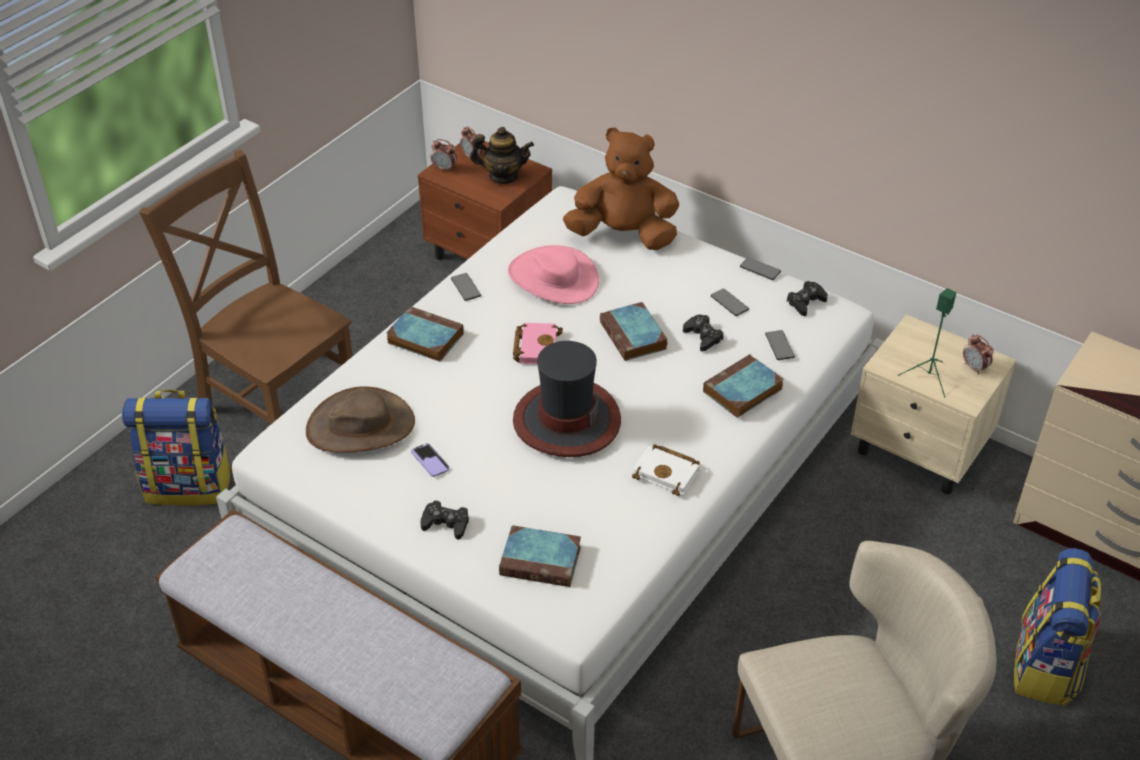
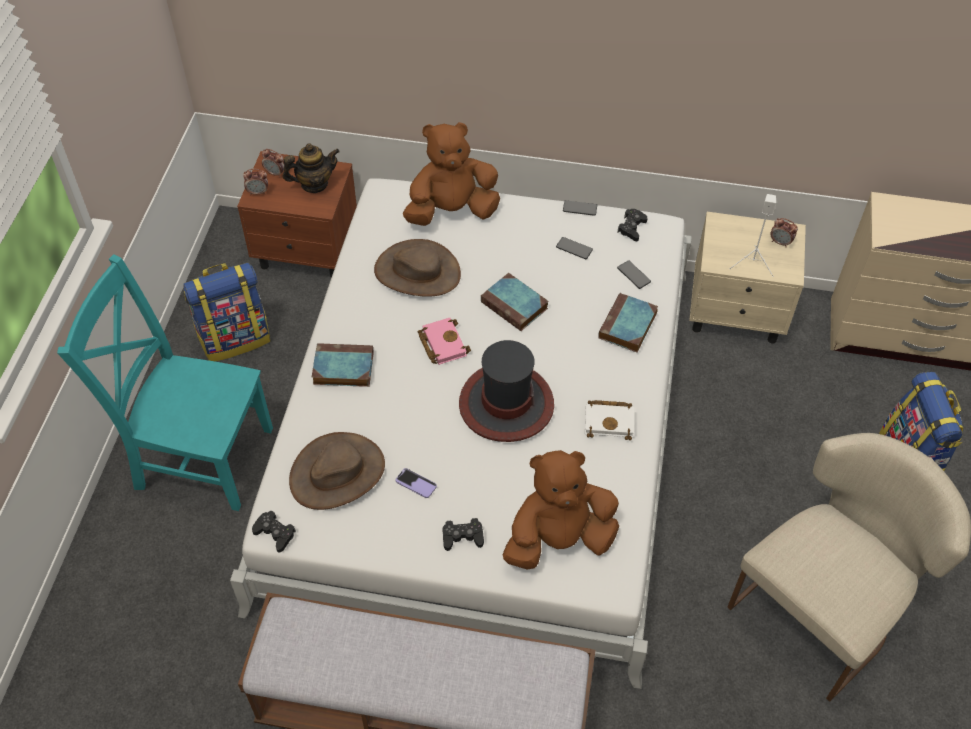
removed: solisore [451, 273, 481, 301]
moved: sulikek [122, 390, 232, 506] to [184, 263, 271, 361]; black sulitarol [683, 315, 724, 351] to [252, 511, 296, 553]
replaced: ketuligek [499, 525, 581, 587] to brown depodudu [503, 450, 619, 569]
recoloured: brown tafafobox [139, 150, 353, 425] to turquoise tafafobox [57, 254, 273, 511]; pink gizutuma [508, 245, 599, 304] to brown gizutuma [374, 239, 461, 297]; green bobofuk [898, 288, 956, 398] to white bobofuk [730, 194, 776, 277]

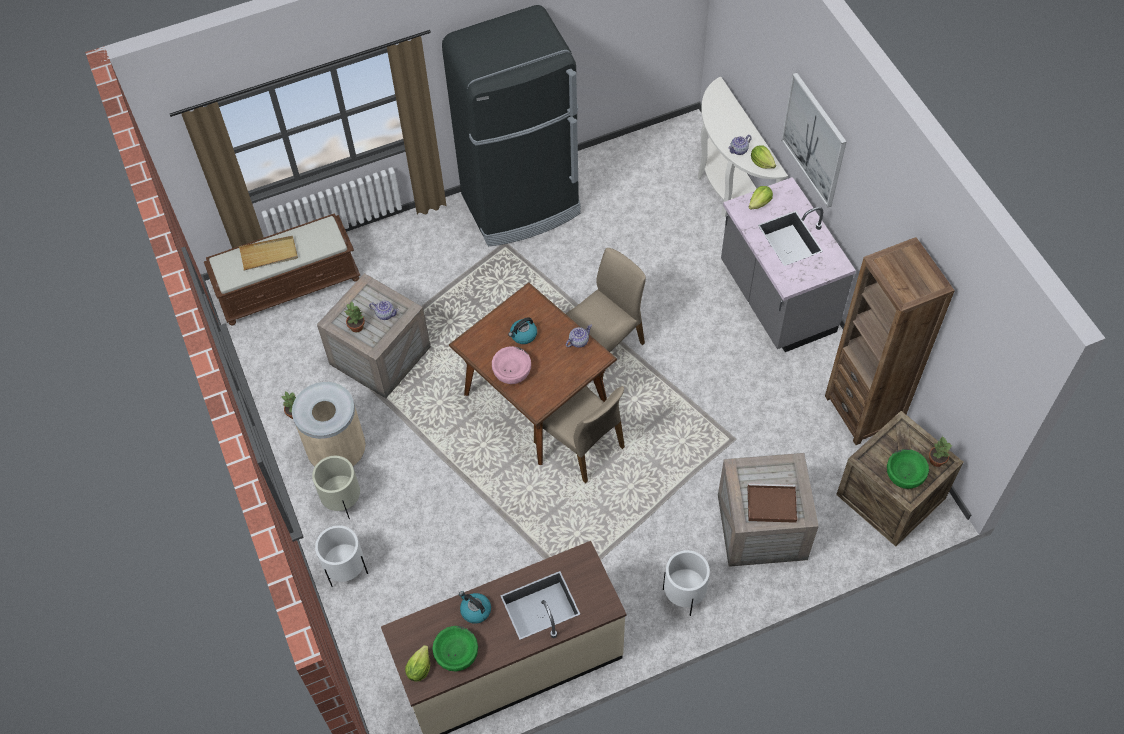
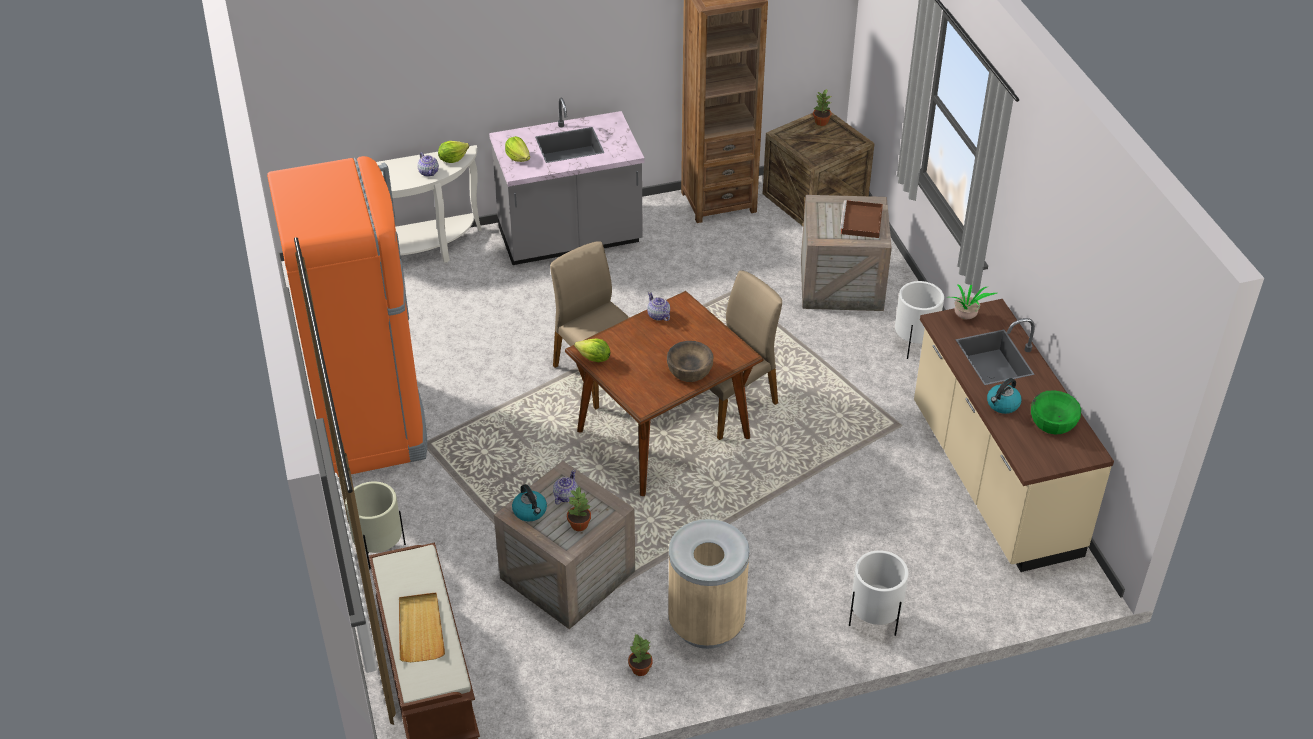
removed: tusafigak [781, 73, 847, 208]; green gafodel [887, 449, 929, 489]
added: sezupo [949, 284, 997, 319]
moved: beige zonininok [312, 456, 360, 519] to [345, 482, 406, 569]; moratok [405, 645, 430, 682] to [574, 338, 611, 362]; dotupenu [508, 317, 537, 344] to [512, 484, 547, 522]
recoloured: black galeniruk [442, 5, 581, 246] to orange galeniruk [267, 156, 427, 477]; pink gafodel [492, 346, 531, 384] to brown gafodel [667, 341, 713, 382]

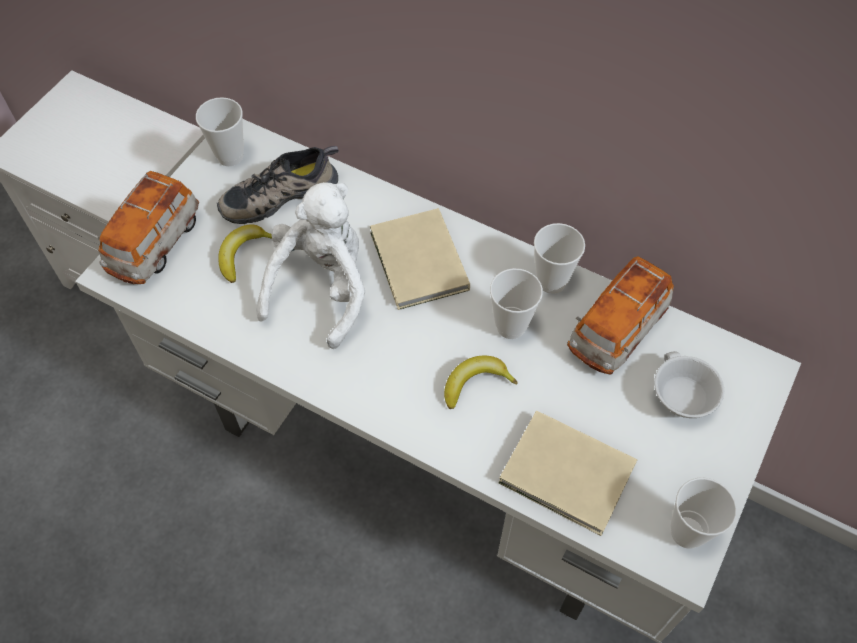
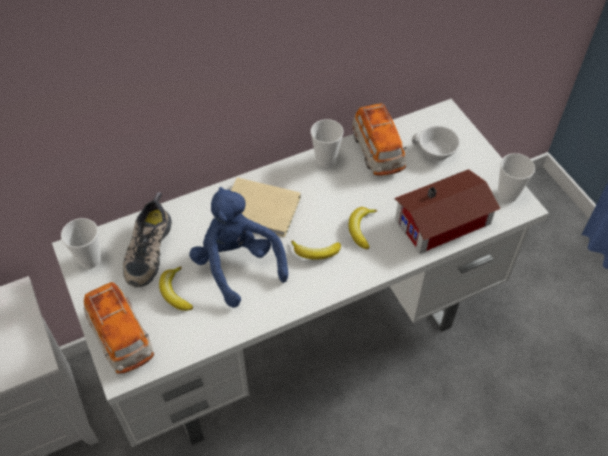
removed: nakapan [490, 268, 543, 339]
added: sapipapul [291, 240, 341, 260]
replaced: beige ketuligek [498, 410, 637, 536] to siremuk [394, 169, 501, 254]
recoloured: white depodudu [257, 182, 365, 349] to blue depodudu [189, 187, 288, 308]

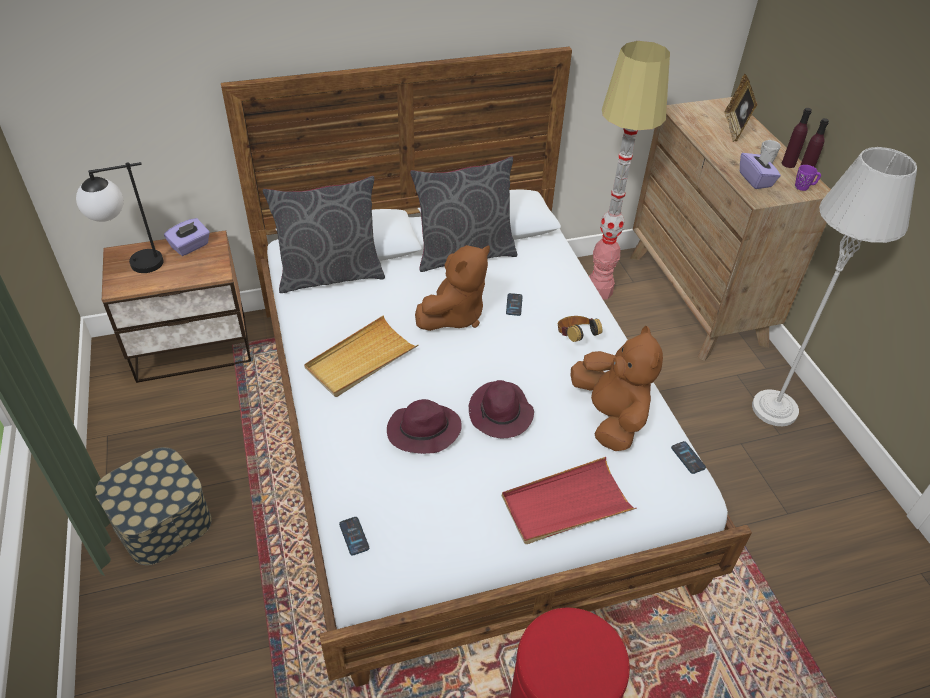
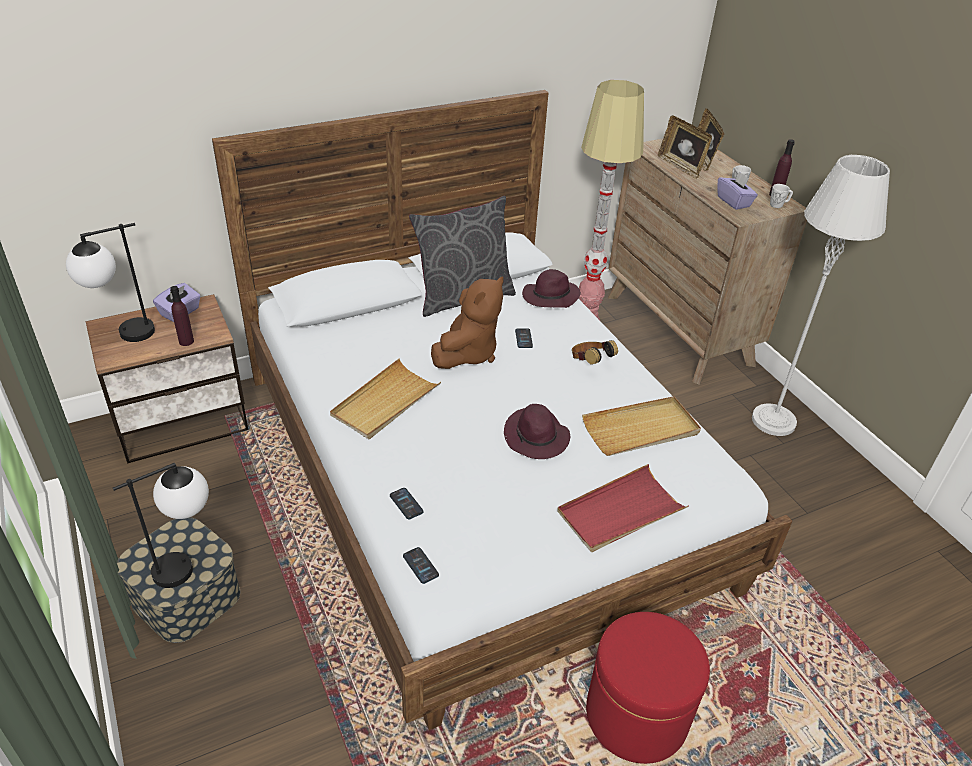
removed: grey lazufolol [262, 176, 385, 293]
added: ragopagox [113, 463, 209, 588]; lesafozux [658, 115, 712, 179]
moved: purple gizutuma [387, 399, 462, 454] to [522, 269, 581, 308]; solisore [671, 441, 706, 474] to [390, 488, 424, 519]; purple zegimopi [782, 108, 812, 168] to [170, 286, 194, 346]
replaced: brown depodudu [571, 325, 663, 451] to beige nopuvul [582, 396, 701, 456]
recoloured: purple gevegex [795, 165, 821, 191] to white gevegex [770, 184, 793, 208]

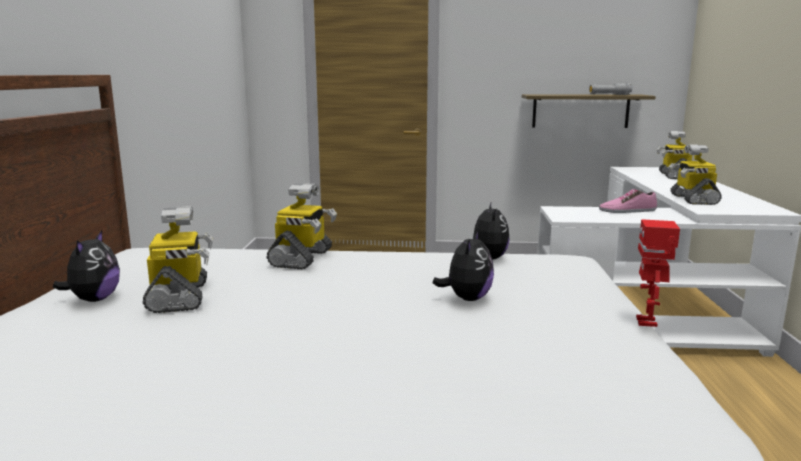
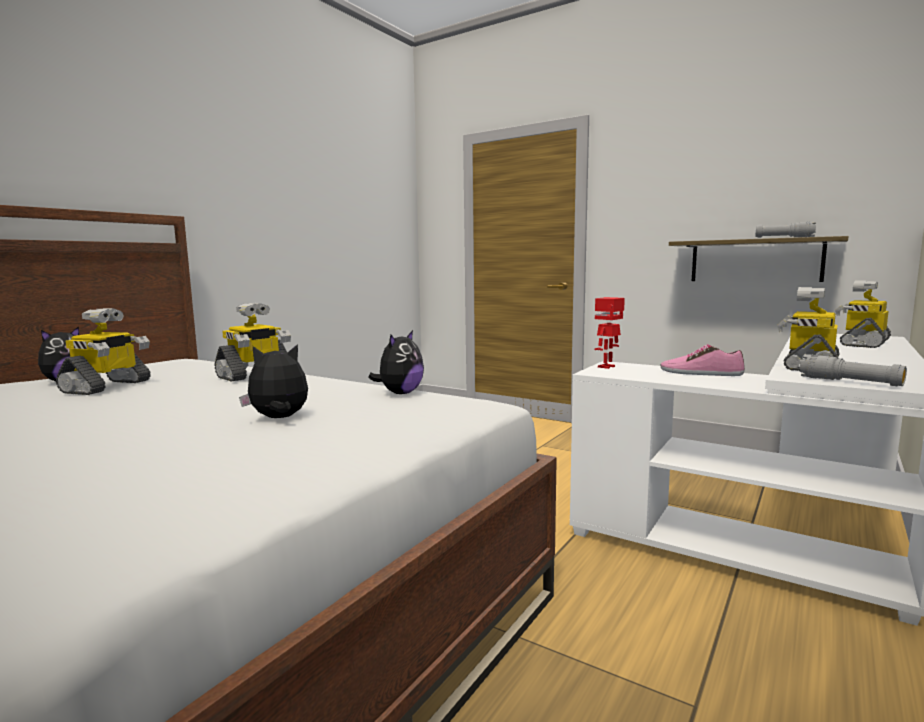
added: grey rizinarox [800, 354, 907, 386]
moved: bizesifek [636, 219, 680, 327] to [594, 297, 625, 369]
turned: depodudu [433, 230, 494, 301] = [239, 344, 308, 418] 150 degrees counterclockwise

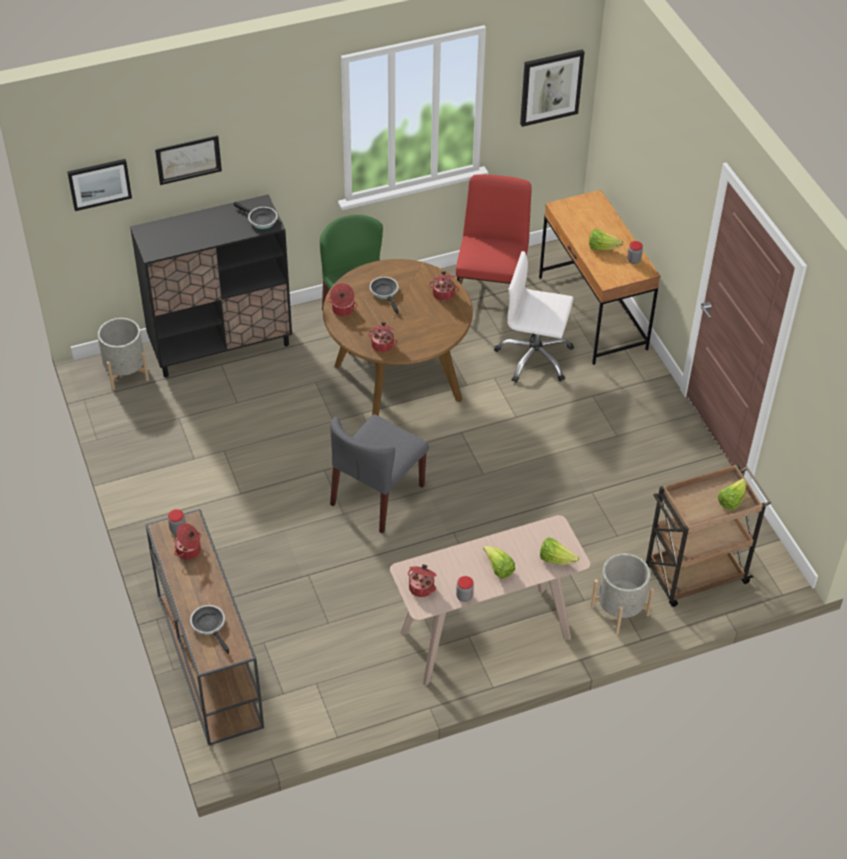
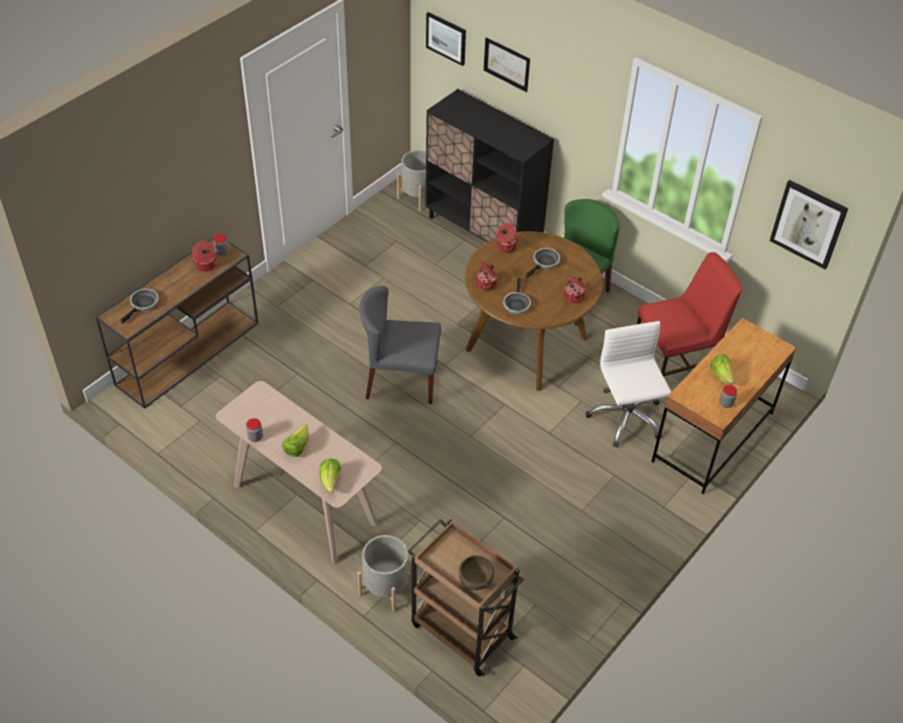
removed: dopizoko [408, 564, 437, 597]
moved: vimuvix [234, 202, 278, 229] to [503, 278, 531, 314]
replaced: moratok [717, 478, 746, 510] to brown gafodel [459, 555, 494, 590]

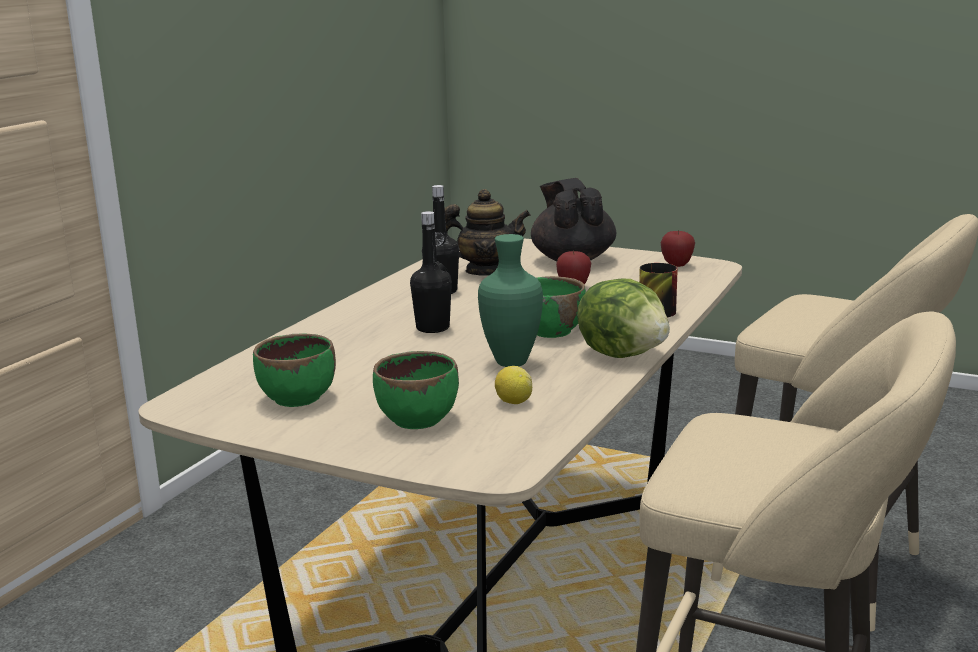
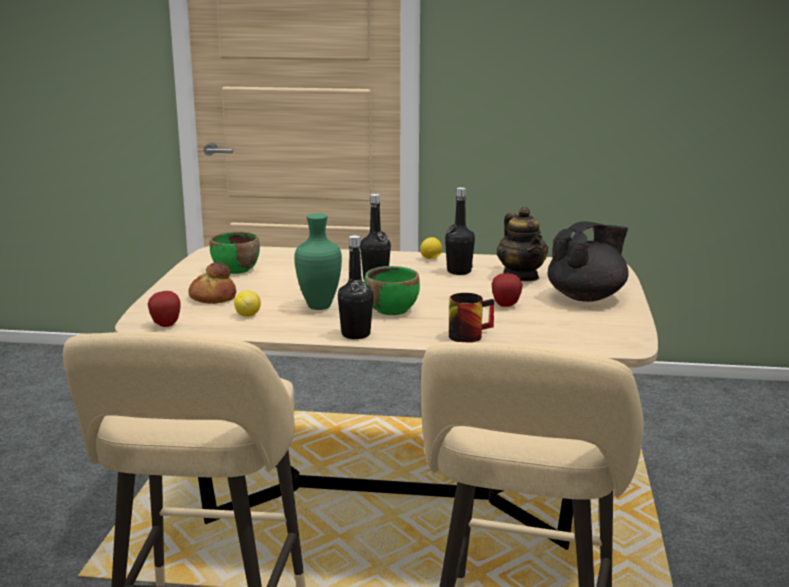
added: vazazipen [420, 237, 442, 259]
moved: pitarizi [661, 230, 695, 267] to [148, 291, 181, 327]
replaced: green gafodel [373, 351, 459, 429] to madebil [189, 262, 236, 304]; moratok [577, 278, 670, 358] to black zegimopi [338, 235, 373, 339]

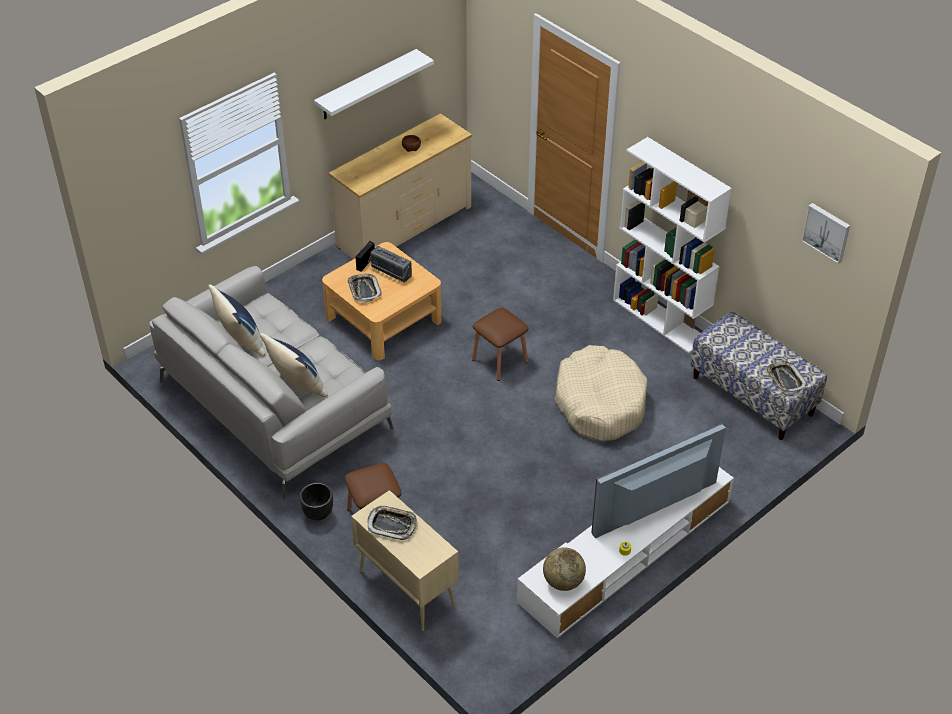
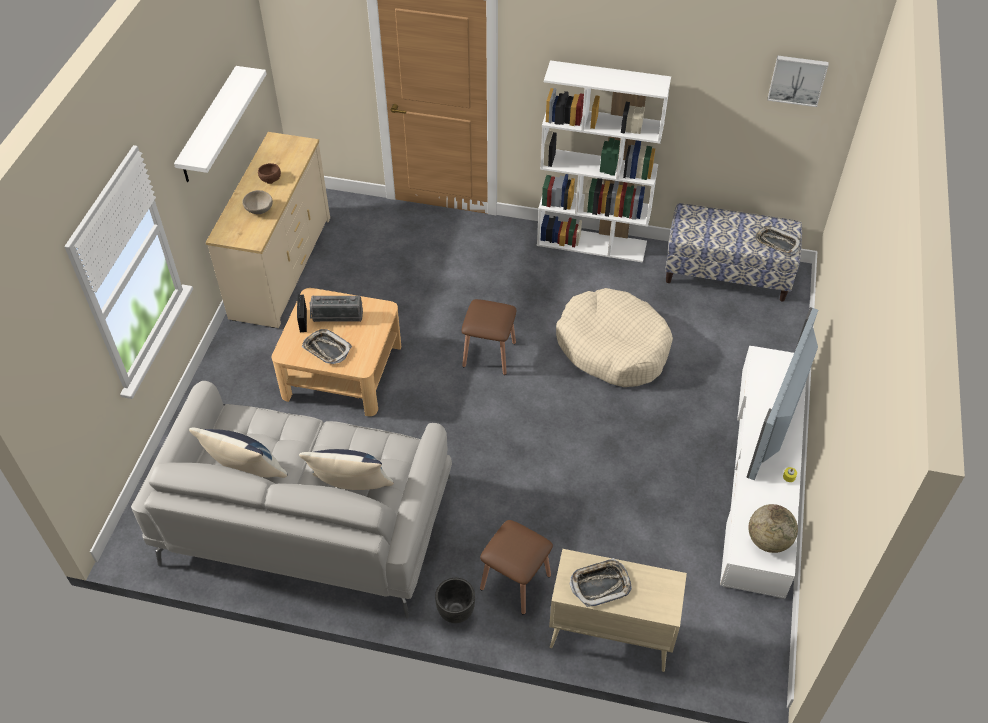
added: beige gafodel [242, 190, 273, 214]

